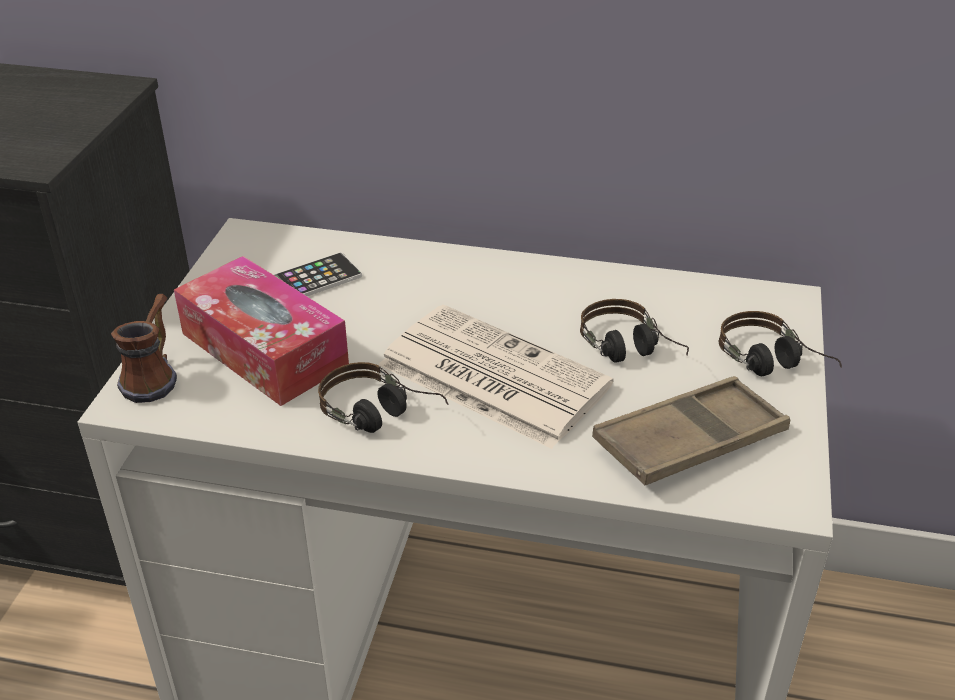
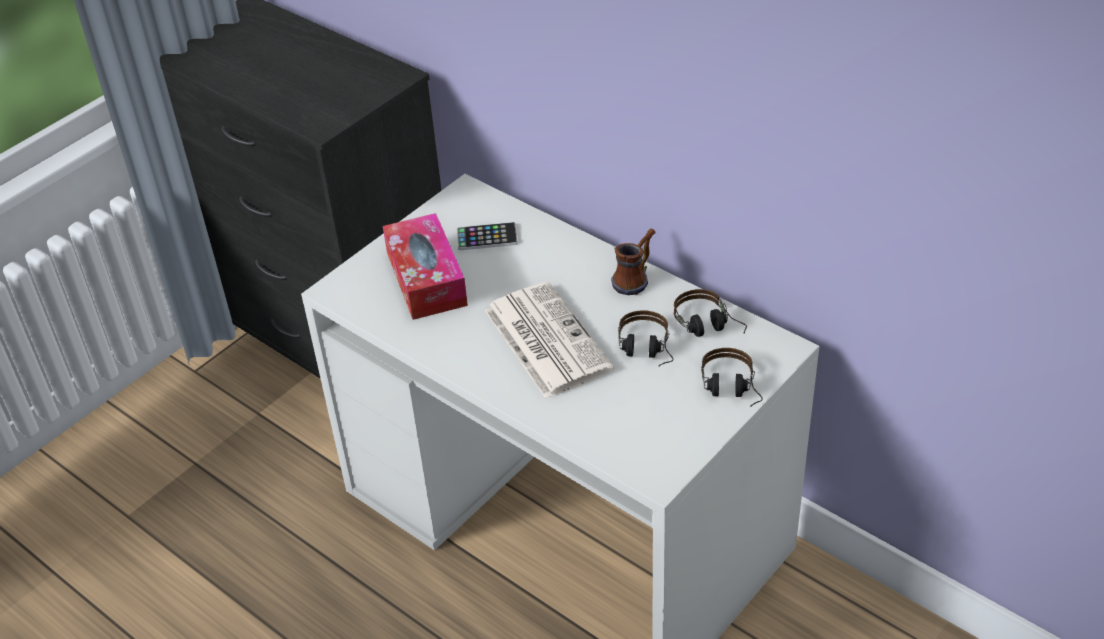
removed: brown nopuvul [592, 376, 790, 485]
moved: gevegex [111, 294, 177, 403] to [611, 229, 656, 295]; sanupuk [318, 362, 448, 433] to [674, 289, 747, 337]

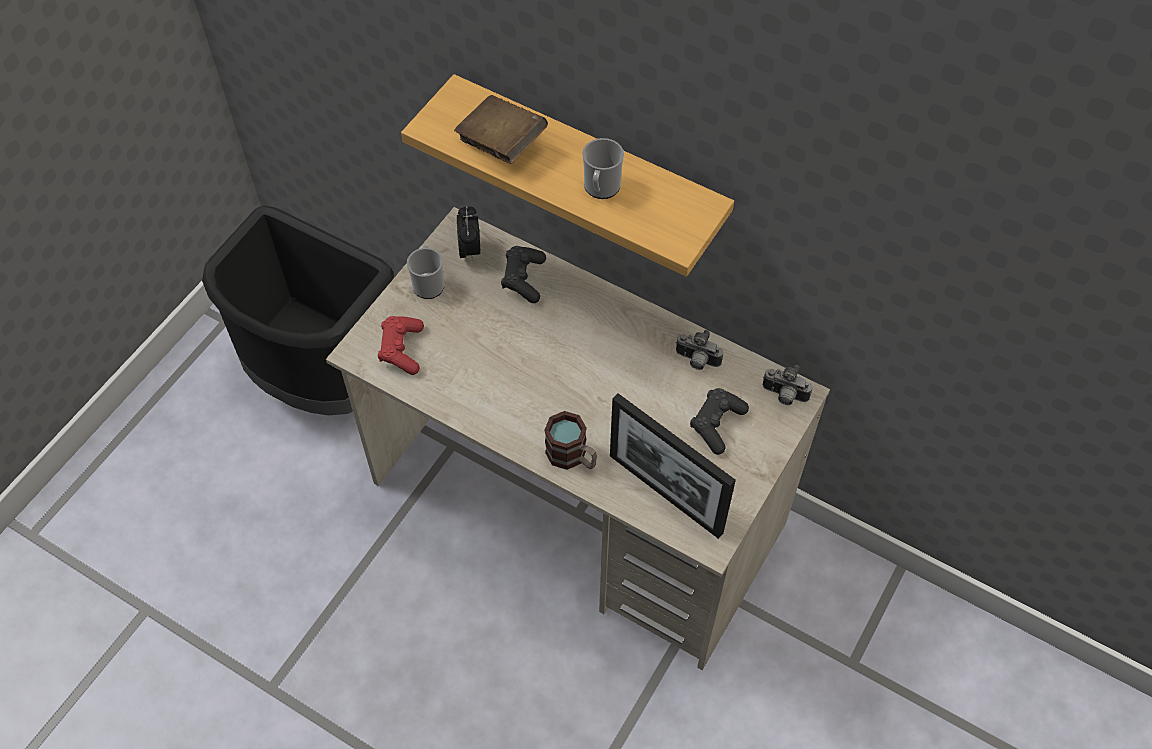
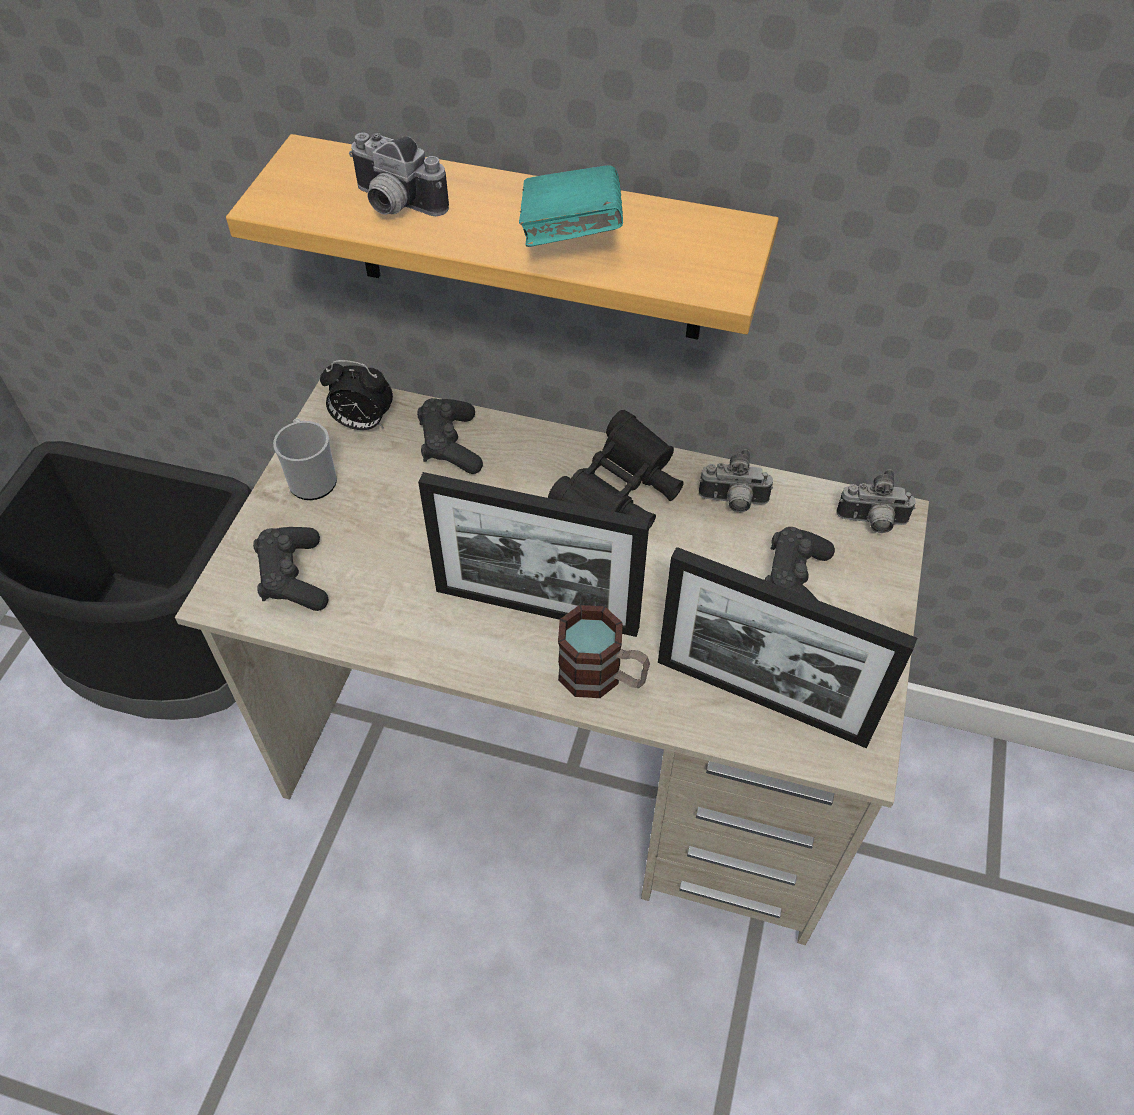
added: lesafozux [418, 472, 650, 637]; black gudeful [548, 410, 684, 529]
replaced: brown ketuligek [454, 95, 548, 164] to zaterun [349, 132, 449, 216]; gevegex [582, 138, 624, 199] to turquoise ketuligek [519, 165, 623, 247]
recoloured: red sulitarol [378, 316, 424, 375] to black sulitarol [253, 527, 329, 611]
turned: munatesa [457, 206, 481, 261] = [320, 360, 393, 430] 120 degrees clockwise

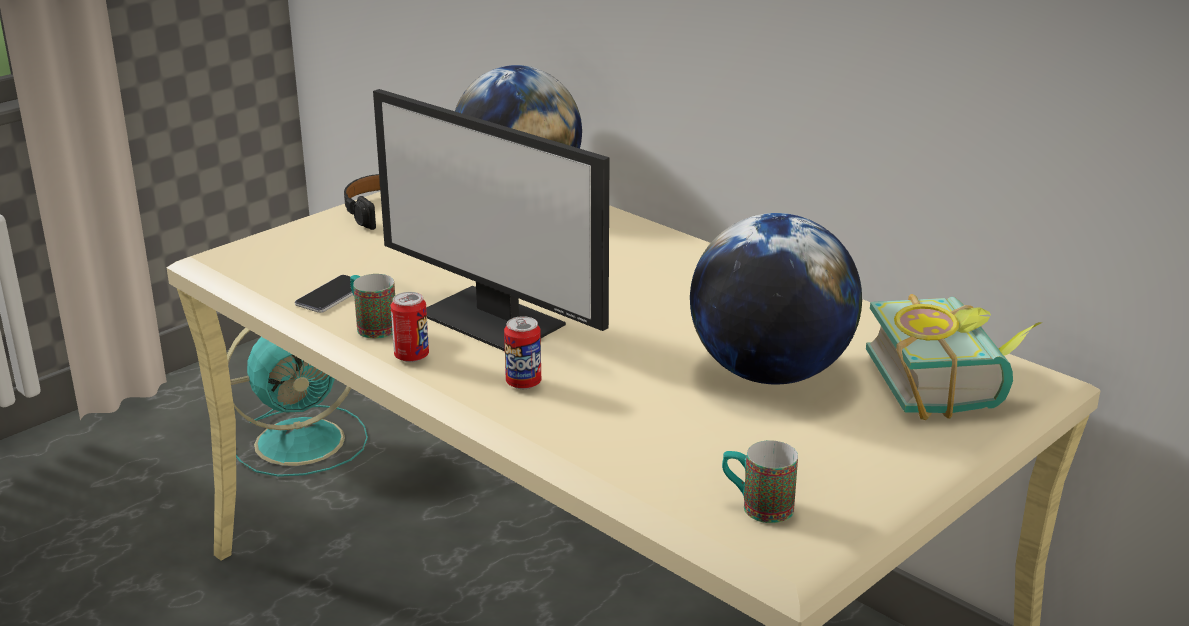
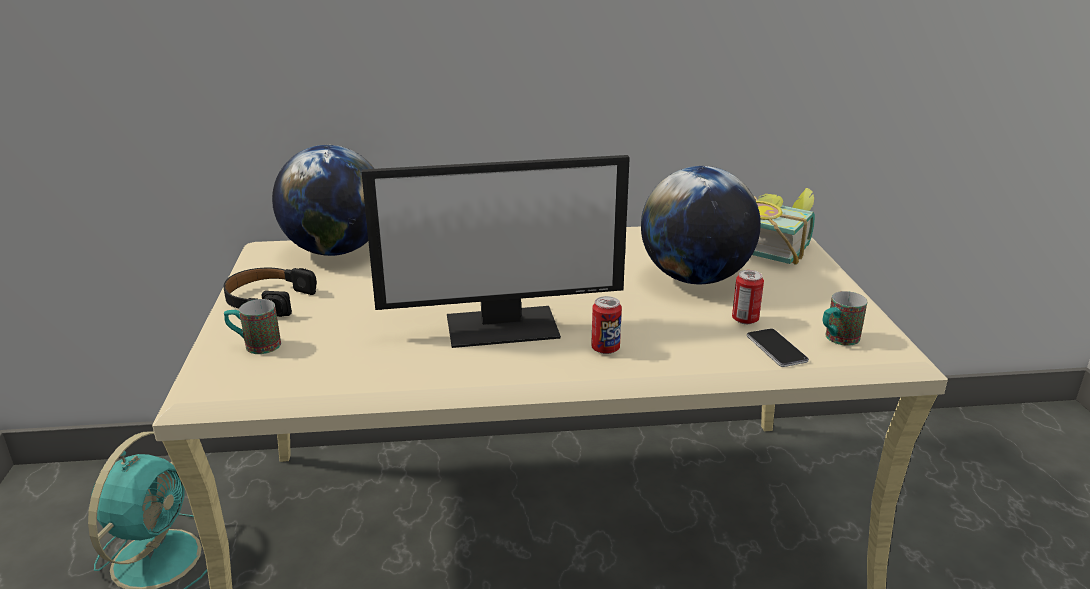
moved: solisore [295, 275, 353, 313] to [747, 328, 809, 367]; gevegex [350, 274, 395, 339] to [224, 299, 281, 354]; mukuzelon [391, 292, 429, 362] to [732, 270, 764, 324]

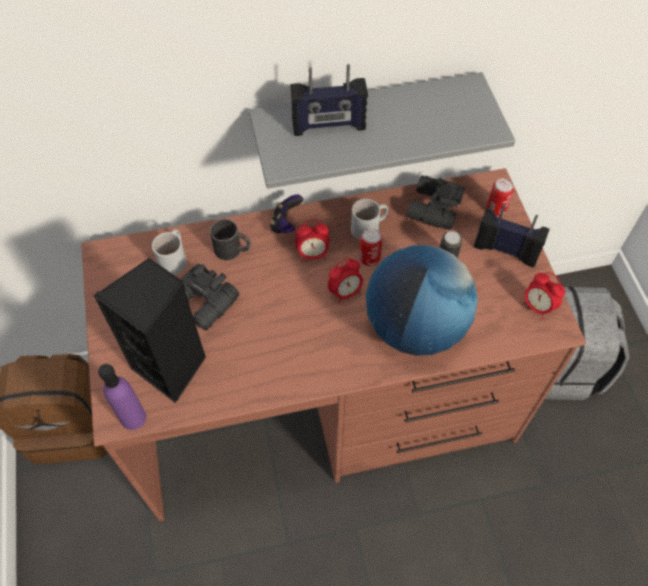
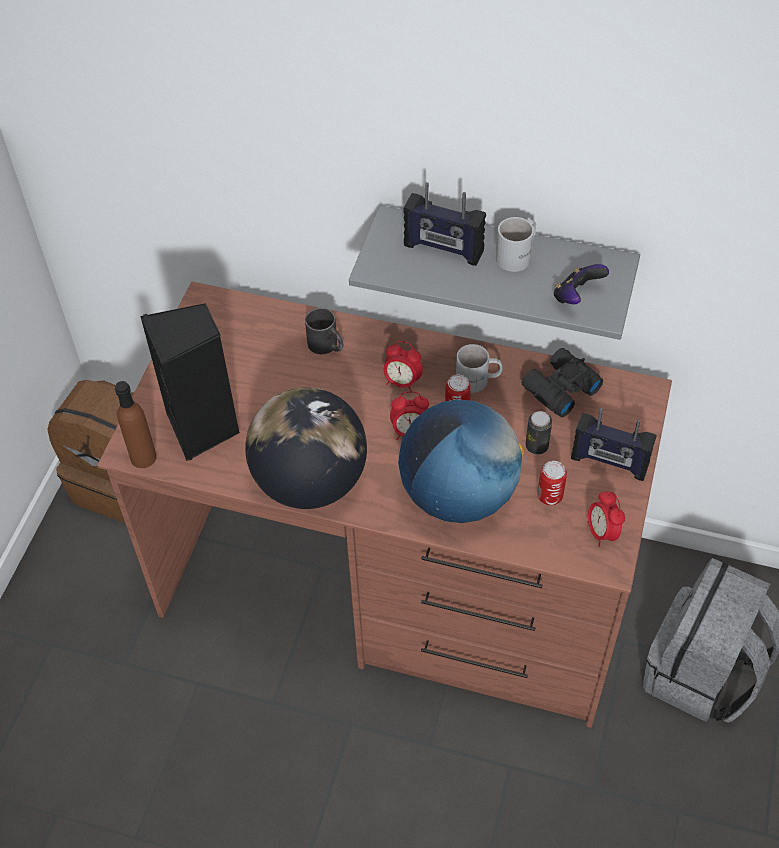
removed: black gudeful [180, 264, 239, 330]
added: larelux [245, 387, 367, 509]
moved: white gevegex [152, 229, 187, 275] to [496, 217, 536, 272]; sulitarol [270, 195, 303, 233] to [554, 264, 609, 304]; mukuzelon [487, 178, 514, 216] to [537, 461, 567, 505]
recoloured: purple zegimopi [98, 364, 146, 430] to brown zegimopi [115, 381, 157, 468]
turned: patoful [474, 204, 549, 267] = [571, 408, 657, 481] 150 degrees clockwise

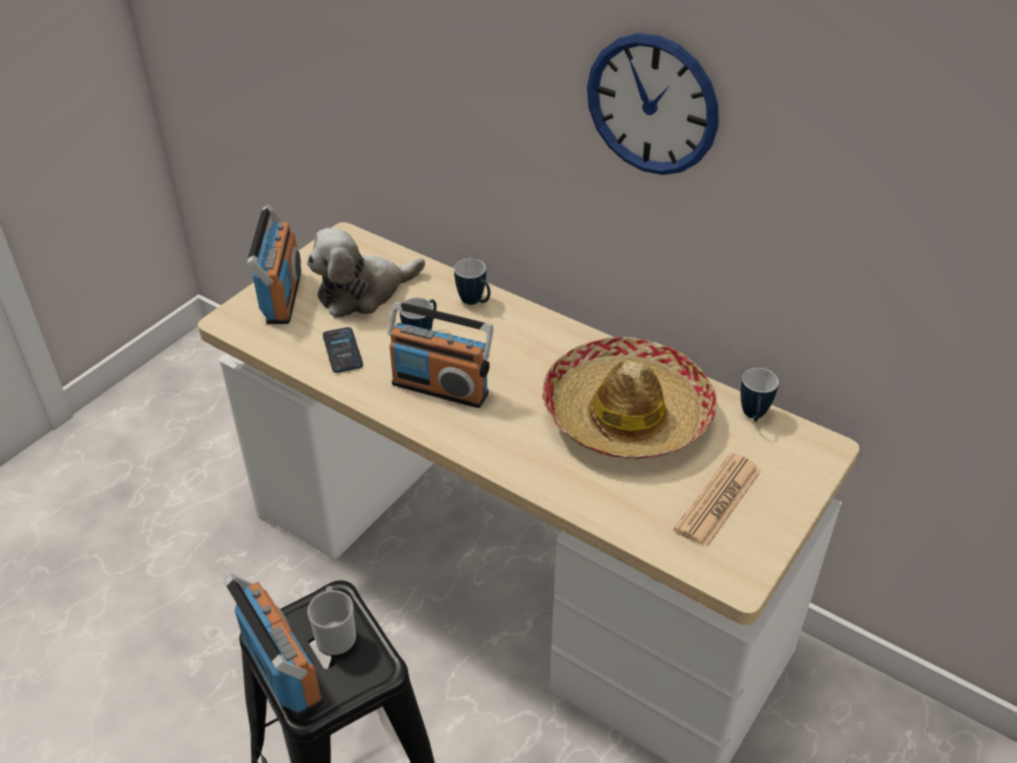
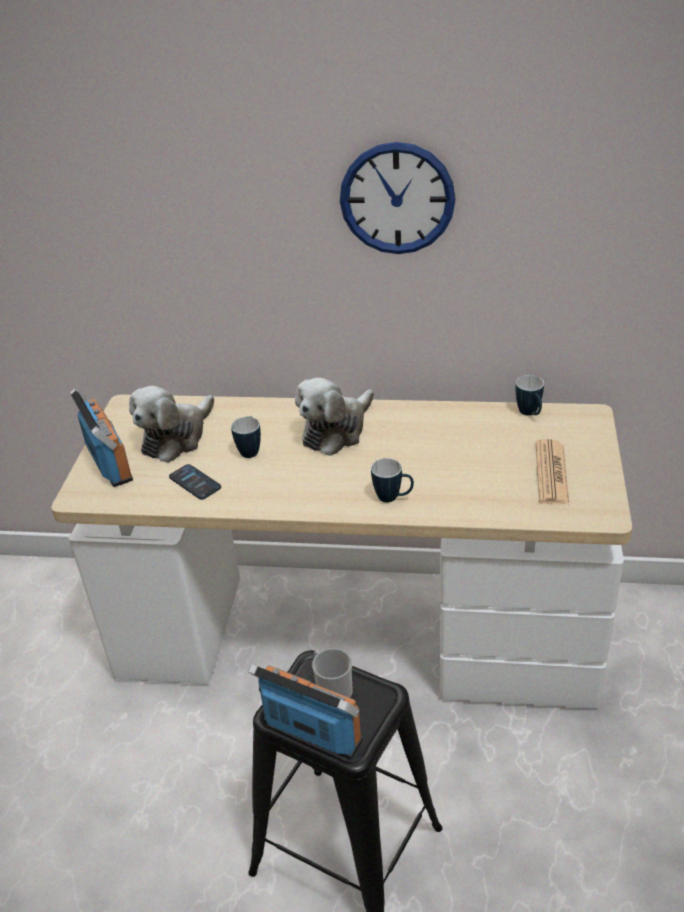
removed: patoful [387, 302, 494, 408]; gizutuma [542, 337, 717, 459]
added: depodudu [295, 378, 374, 456]
moved: gevegex [454, 259, 490, 305] to [371, 458, 414, 502]

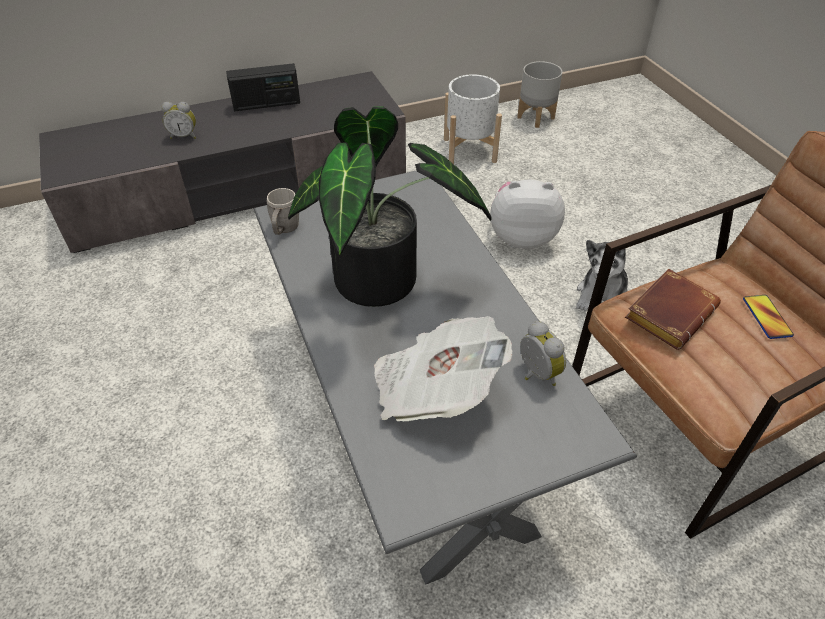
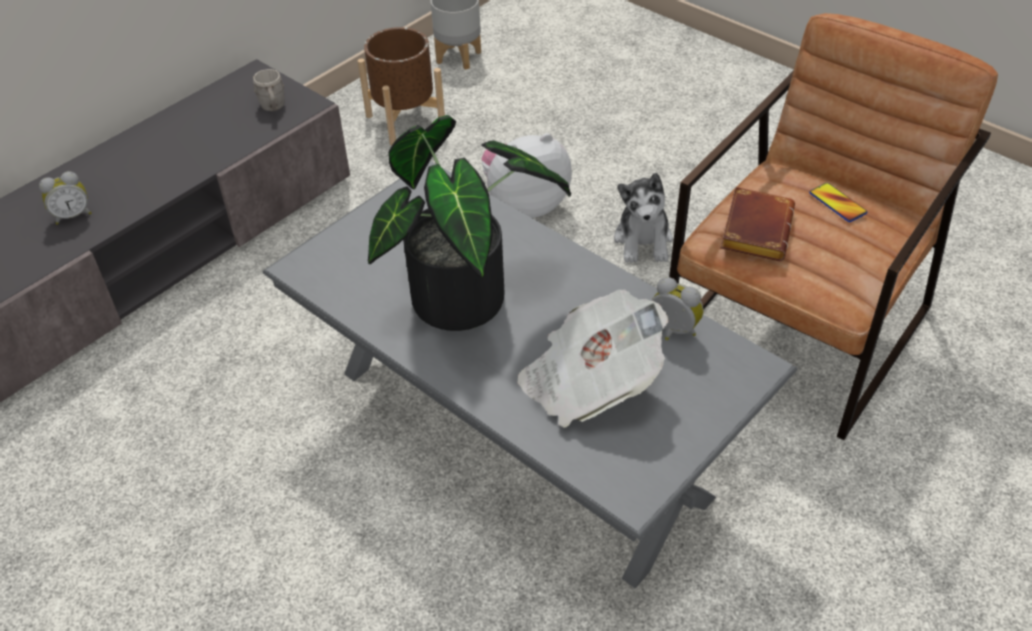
removed: patoful [226, 63, 300, 111]
moved: grey gevegex [267, 188, 299, 235] to [253, 69, 284, 111]
recoloured: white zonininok [444, 74, 502, 164] to brown zonininok [358, 27, 445, 146]

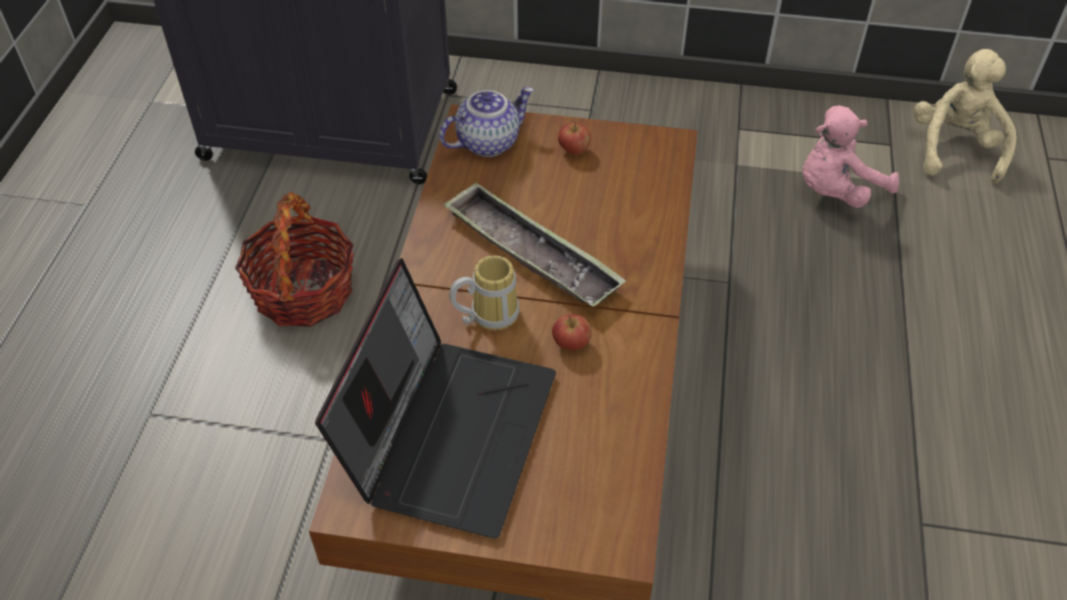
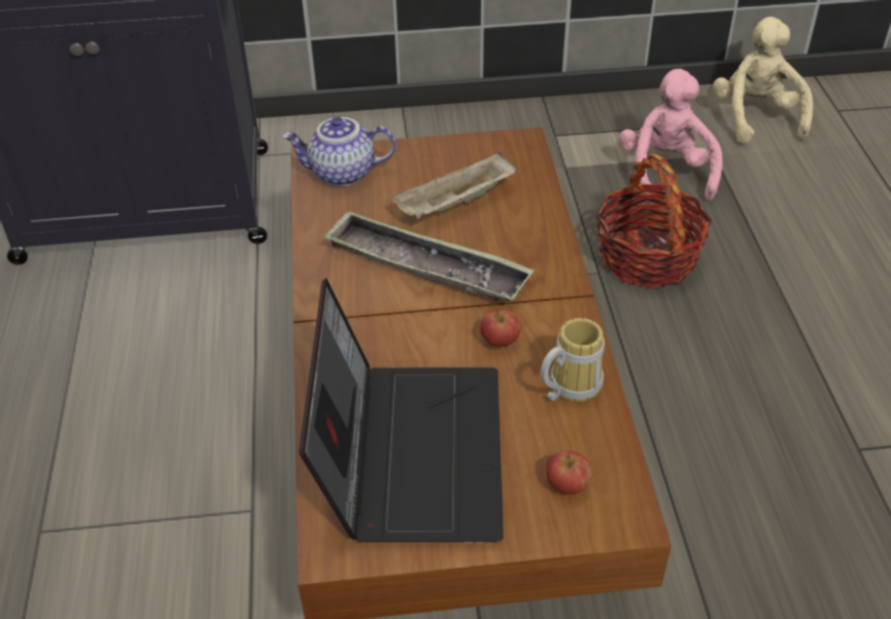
added: beige nopuvul [392, 152, 516, 219]
moved: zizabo [235, 192, 354, 327] to [596, 153, 712, 289]; gevegex [449, 255, 520, 330] to [540, 318, 605, 402]; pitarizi [558, 122, 591, 155] to [546, 450, 592, 495]
turned: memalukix [439, 87, 534, 157] = [282, 117, 396, 186] 135 degrees counterclockwise; pink depodudu [803, 106, 899, 208] = [619, 69, 723, 201] 135 degrees clockwise

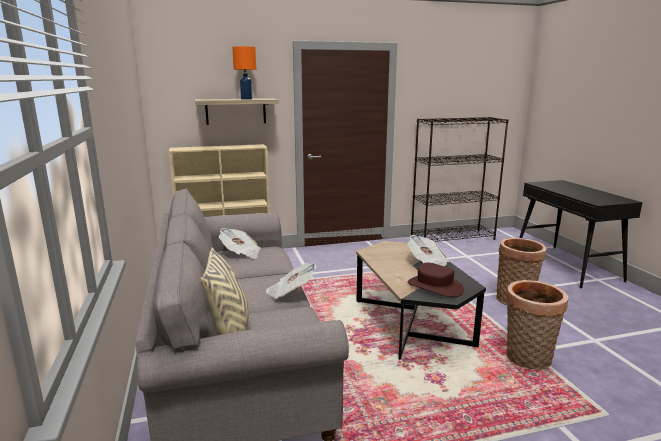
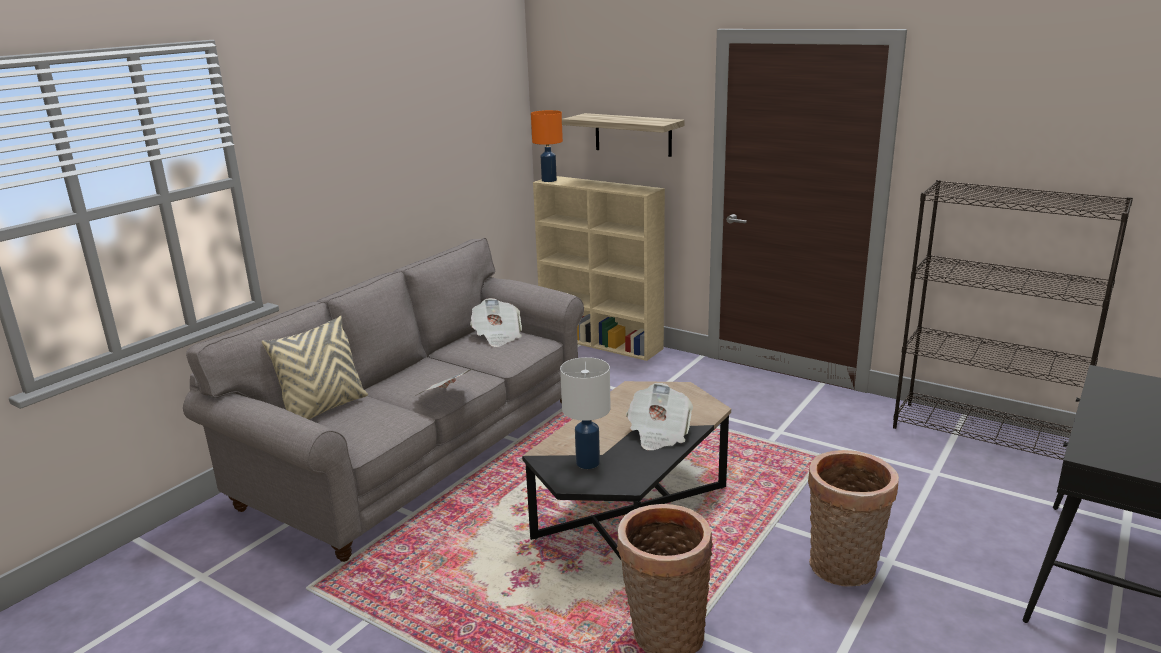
moved: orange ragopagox [232, 46, 256, 100] to [531, 110, 563, 182]
replaced: brown gizutuma [408, 263, 464, 297] to white ragopagox [560, 357, 611, 469]

